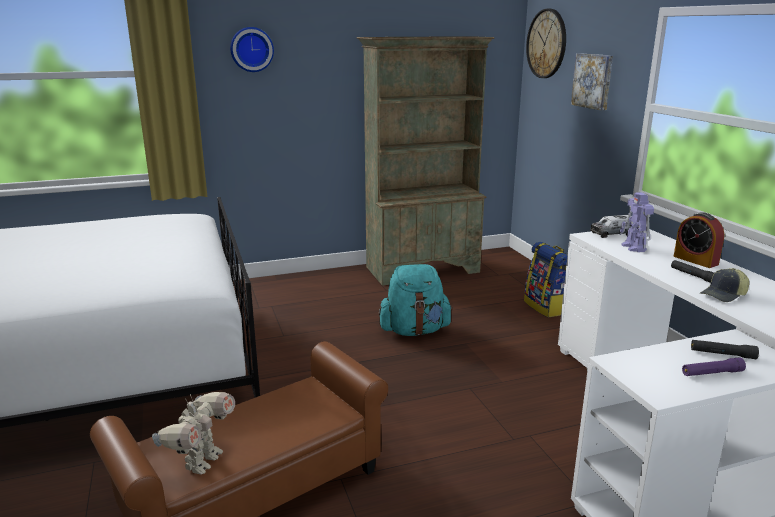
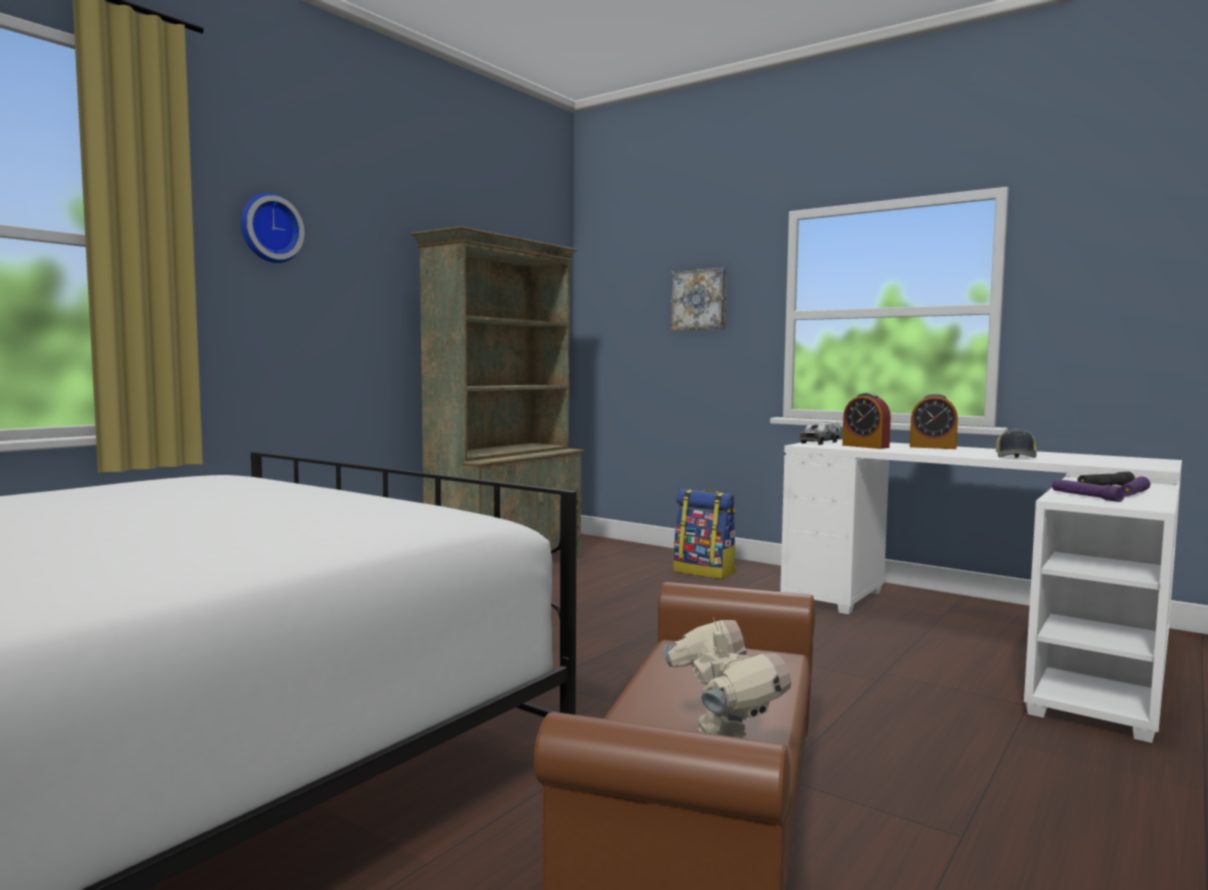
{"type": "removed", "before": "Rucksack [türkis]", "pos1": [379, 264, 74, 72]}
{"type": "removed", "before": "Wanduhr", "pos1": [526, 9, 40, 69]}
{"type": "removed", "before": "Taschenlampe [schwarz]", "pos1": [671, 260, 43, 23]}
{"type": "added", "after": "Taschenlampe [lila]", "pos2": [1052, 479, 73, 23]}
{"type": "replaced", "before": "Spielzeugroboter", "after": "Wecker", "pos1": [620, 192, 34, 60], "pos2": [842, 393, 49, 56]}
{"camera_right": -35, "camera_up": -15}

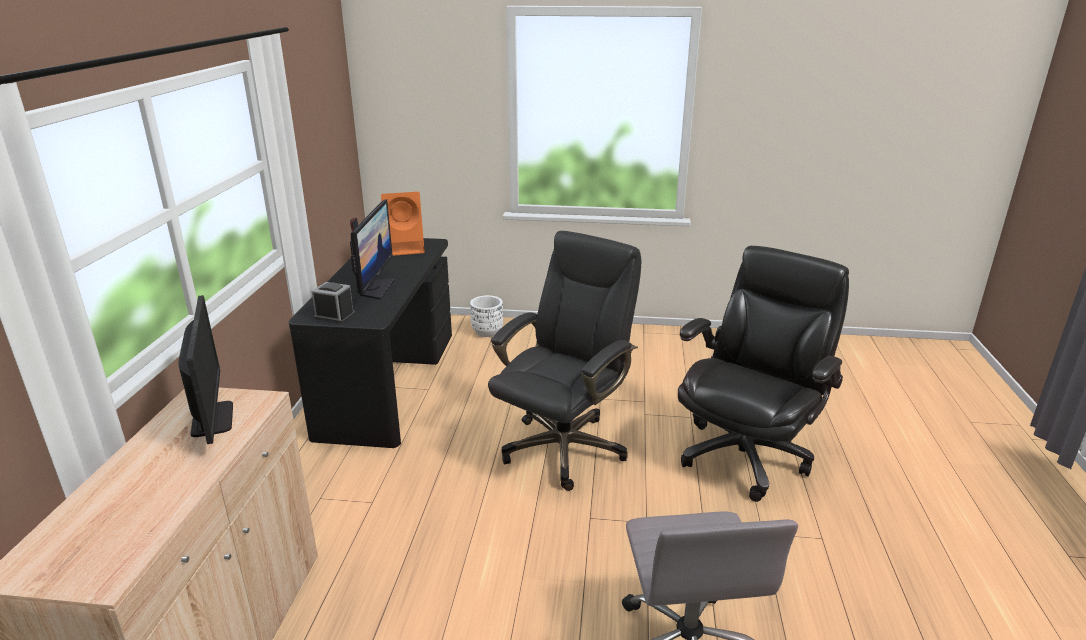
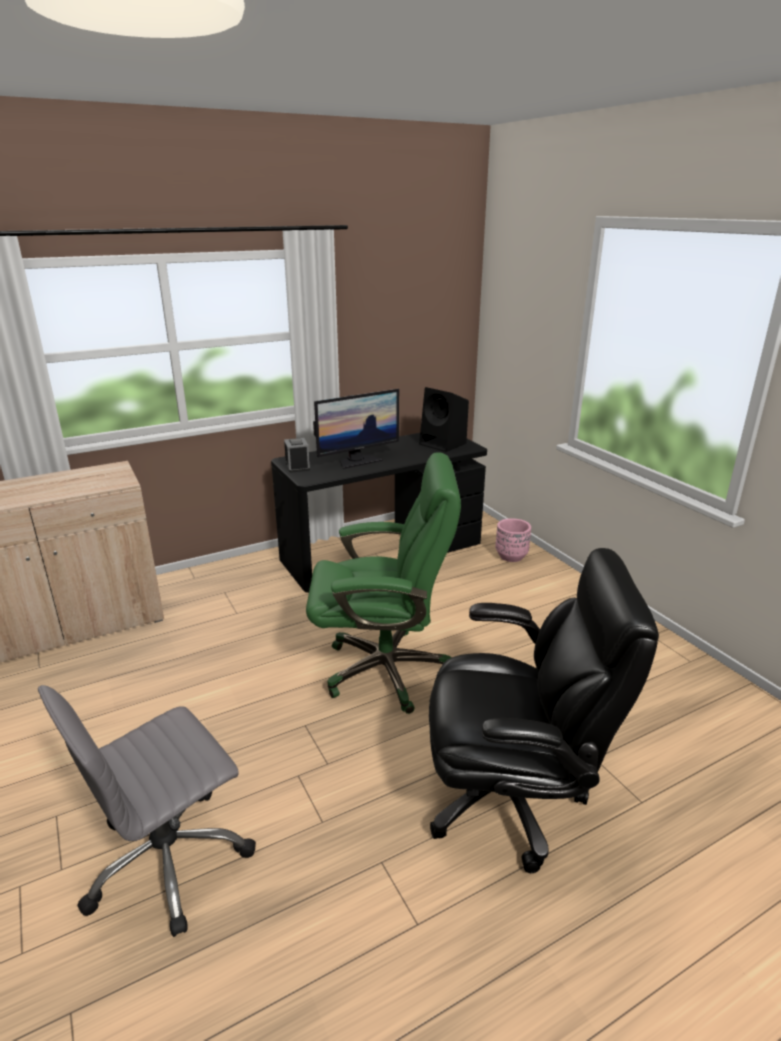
{"type": "removed", "before": "Monitor", "pos1": [178, 295, 55, 149]}
{"type": "recoloured", "before": "Lautsprecher [orange]", "after": "Lautsprecher [schwarz]", "pos1": [381, 192, 44, 64], "pos2": [419, 387, 50, 65]}
{"type": "recoloured", "before": "Pflanzkübel [weiß]", "after": "Pflanzkübel [rosa]", "pos1": [470, 295, 33, 42], "pos2": [496, 518, 35, 44]}
{"type": "recoloured", "before": "Bürostuhl [schwarz]", "after": "Bürostuhl [grün]", "pos1": [488, 231, 153, 260], "pos2": [306, 453, 155, 261]}
{"camera_right": 55, "camera_up": 0}

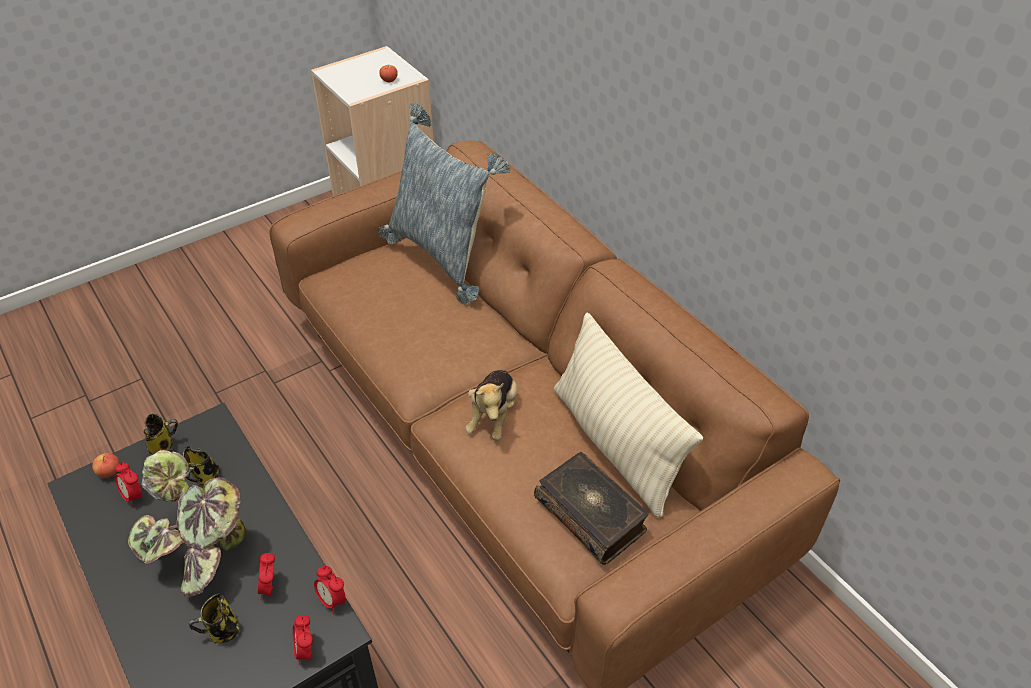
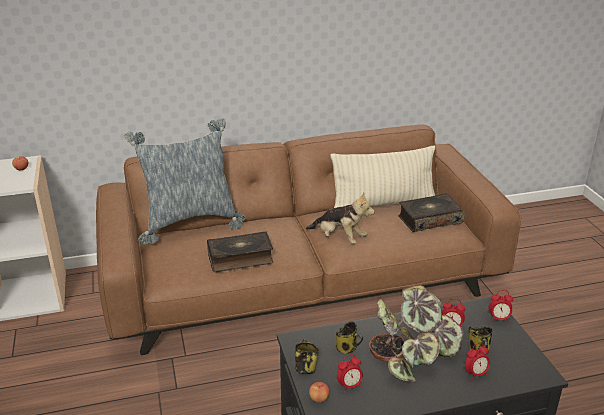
{"type": "added", "after": "Buch", "pos2": [207, 231, 66, 41]}
{"type": "moved", "before": "Wecker", "pos1": [314, 566, 32, 48], "pos2": [465, 343, 25, 37]}
{"camera_right": -70, "camera_up": -15}

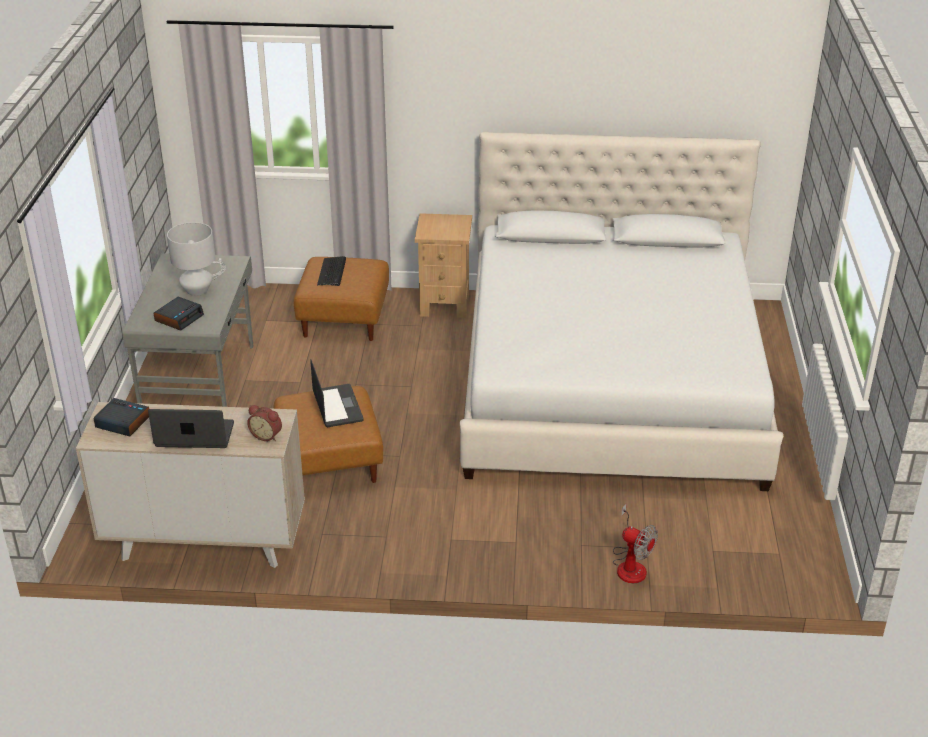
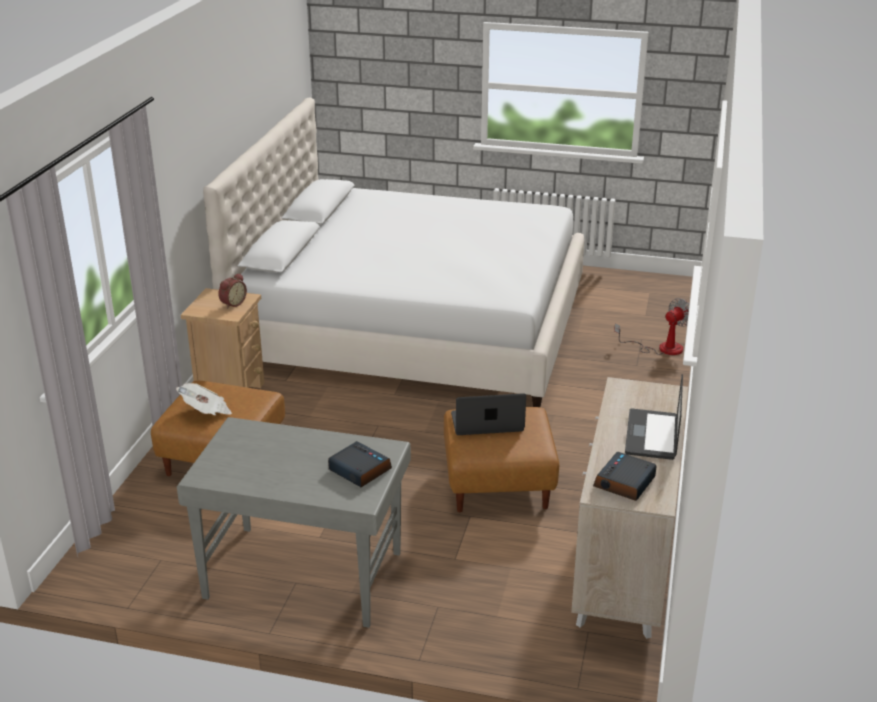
{"type": "removed", "before": "Tischlampe [weiß]", "pos1": [167, 222, 59, 74]}
{"type": "moved", "before": "Wecker", "pos1": [247, 405, 35, 36], "pos2": [218, 273, 29, 36]}
{"type": "replaced", "before": "Tastatur", "after": "Zeitung", "pos1": [317, 256, 29, 30], "pos2": [176, 383, 56, 32]}
{"camera_right": -80, "camera_up": -5}

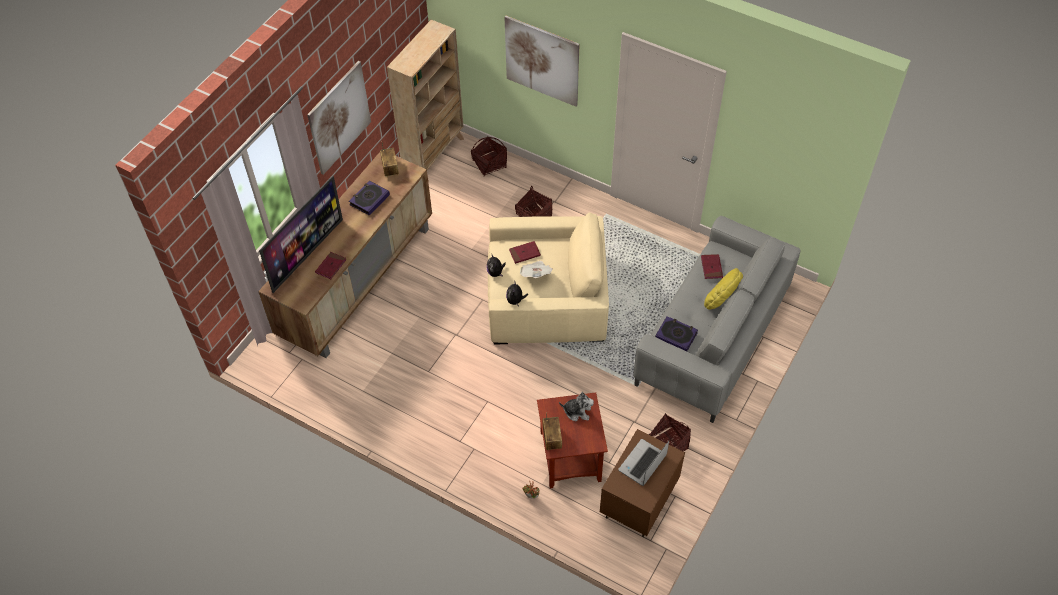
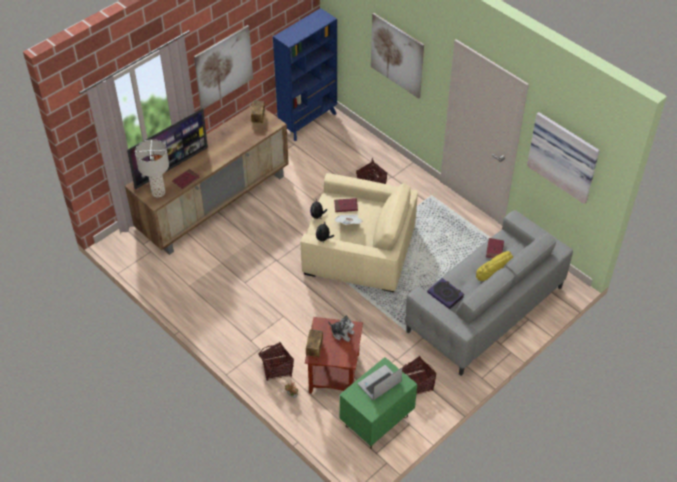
{"type": "removed", "before": "Buch", "pos1": [349, 180, 41, 36]}
{"type": "added", "after": "Tischlampe [weiß]", "pos2": [135, 139, 34, 58]}
{"type": "added", "after": "Bild", "pos2": [527, 112, 73, 92]}
{"type": "moved", "before": "Korb", "pos1": [471, 136, 36, 40], "pos2": [258, 342, 36, 39]}
{"type": "recoloured", "before": "Bücherregal [beige]", "after": "Bücherregal [blau]", "pos1": [387, 20, 77, 162], "pos2": [273, 8, 64, 133]}
{"type": "recoloured", "before": "Nachttisch [braun]", "after": "Nachttisch [grün]", "pos1": [600, 429, 85, 108], "pos2": [339, 357, 78, 92]}
{"camera_right": 15, "camera_up": -5}

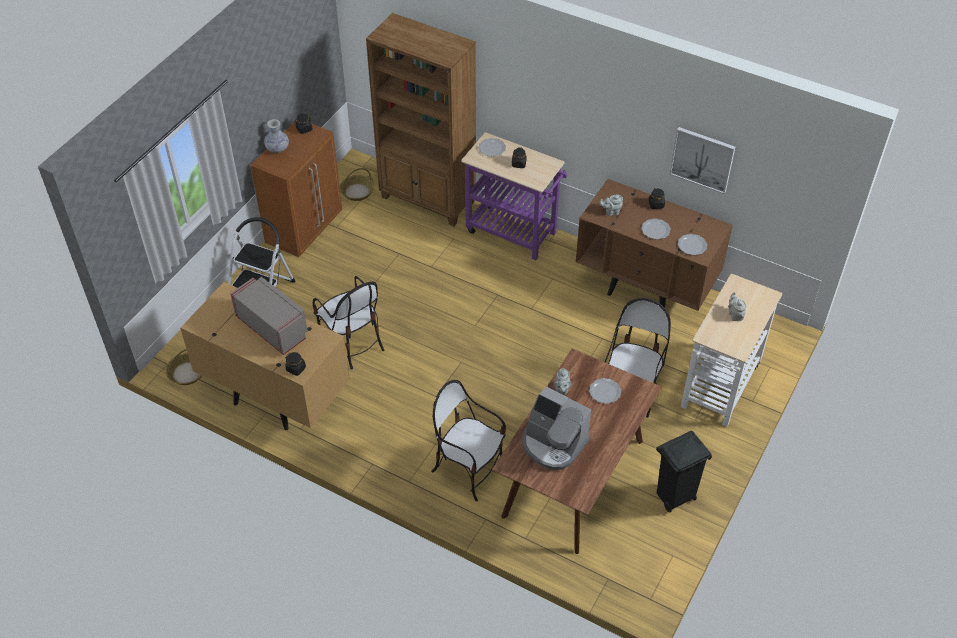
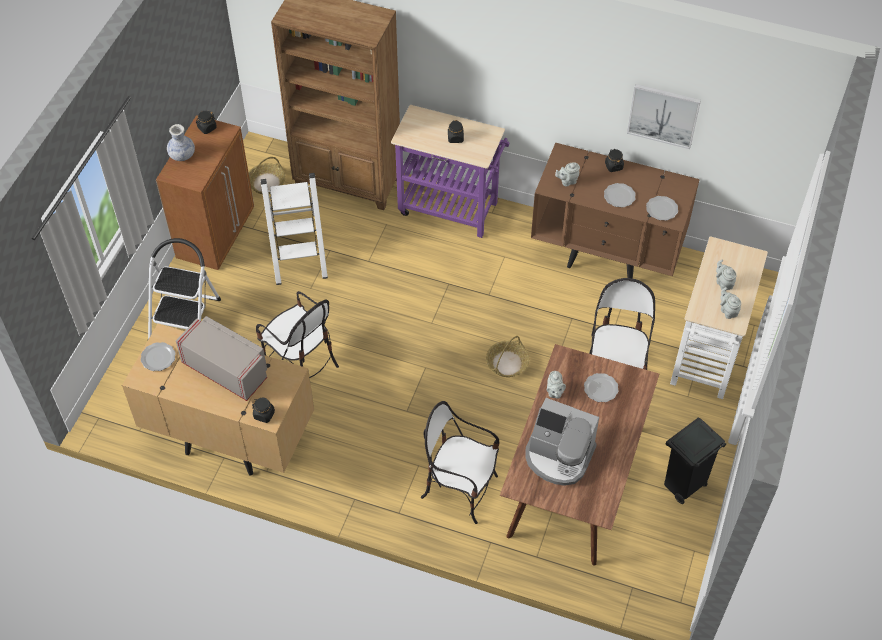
{"type": "added", "after": "Trittleiter [weiß]", "pos2": [261, 173, 67, 112]}
{"type": "added", "after": "Teekanne [grau]", "pos2": [720, 287, 21, 32]}
{"type": "moved", "before": "Korb", "pos1": [166, 349, 36, 36], "pos2": [486, 336, 43, 41]}
{"type": "moved", "before": "Teller", "pos1": [479, 138, 27, 19], "pos2": [140, 342, 36, 29]}
{"camera_right": -10, "camera_up": 5}

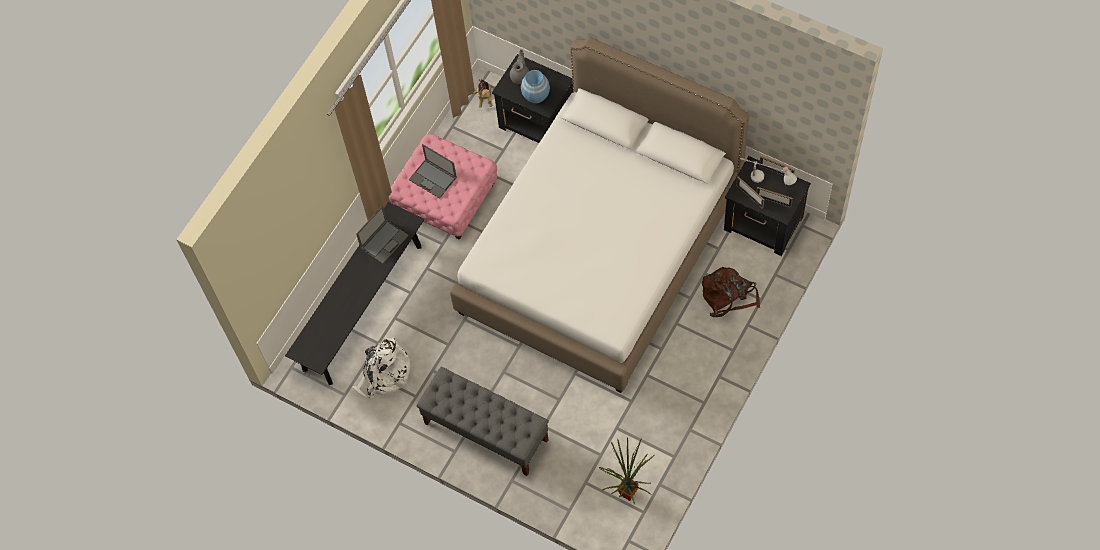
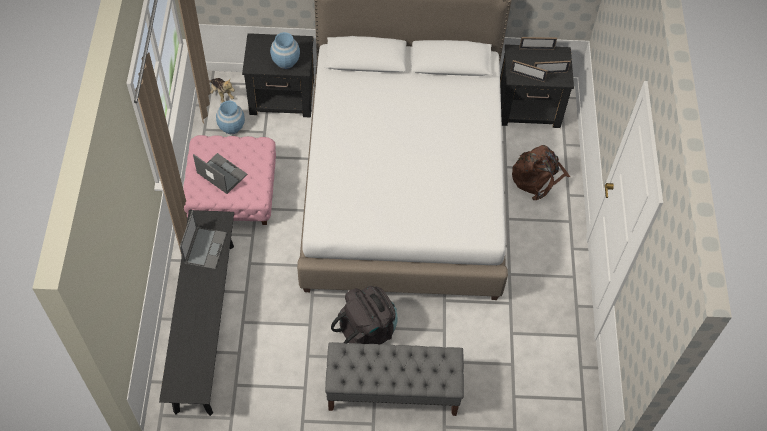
{"type": "removed", "before": "Rucksack [weiß]", "pos1": [353, 337, 57, 62]}
{"type": "removed", "before": "Teekanne [grau]", "pos1": [510, 49, 19, 35]}
{"type": "removed", "before": "Topfpflanze", "pos1": [599, 437, 56, 68]}
{"type": "removed", "before": "Tischlampe [weiß]", "pos1": [740, 158, 57, 27]}
{"type": "added", "after": "Vase [blau]", "pos2": [216, 100, 29, 34]}
{"type": "added", "after": "Rucksack [schwarz]", "pos2": [331, 286, 66, 59]}
{"type": "turned", "before": "Laptop", "pos1": [409, 144, 48, 55], "pos2": [193, 153, 55, 41], "turn": -150}
{"camera_right": -35, "camera_up": -5}

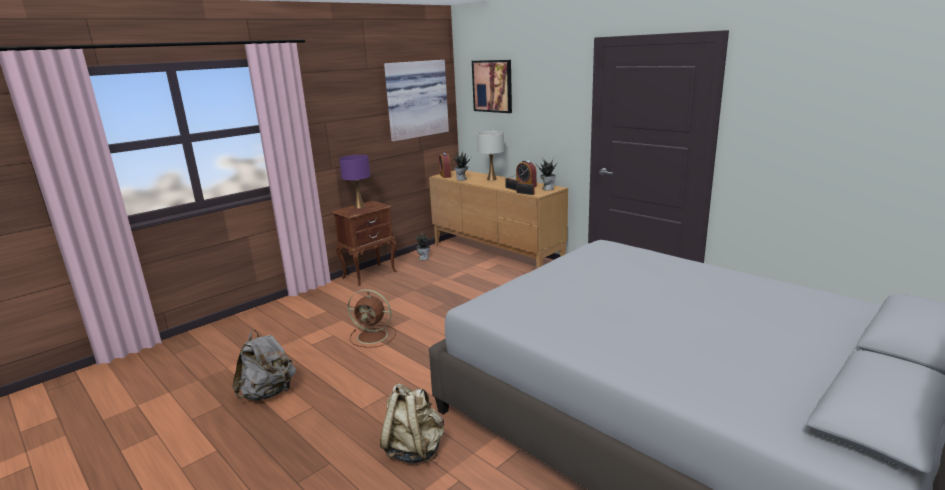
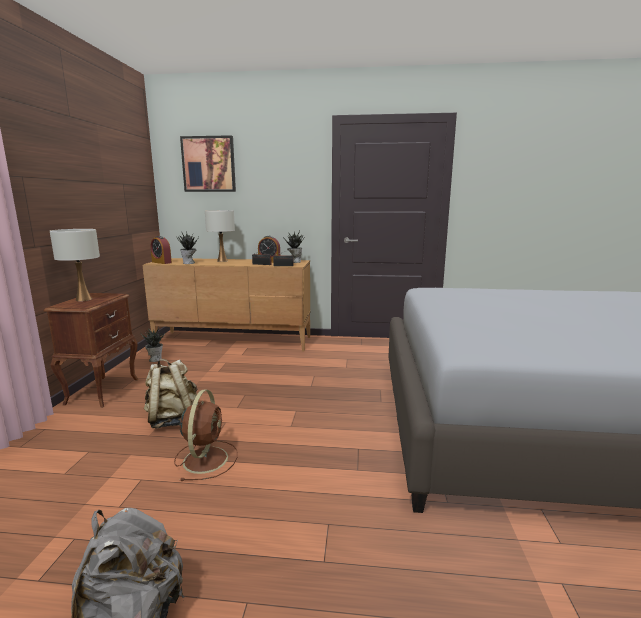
{"type": "removed", "before": "Bild", "pos1": [384, 60, 65, 82]}
{"type": "moved", "before": "Rucksack [beige]", "pos1": [380, 384, 64, 79], "pos2": [144, 359, 53, 70]}
{"type": "recoloured", "before": "Tischlampe [lila]", "after": "Tischlampe [weiß]", "pos1": [339, 155, 31, 53], "pos2": [50, 229, 50, 72]}
{"type": "turned", "before": "Ventilator [braun]", "pos1": [348, 289, 48, 59], "pos2": [174, 390, 63, 91], "turn": -60}
{"camera_right": -40, "camera_up": -5}

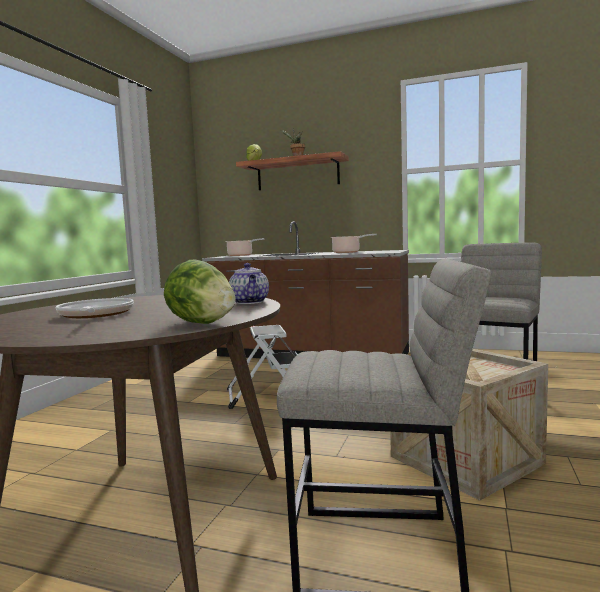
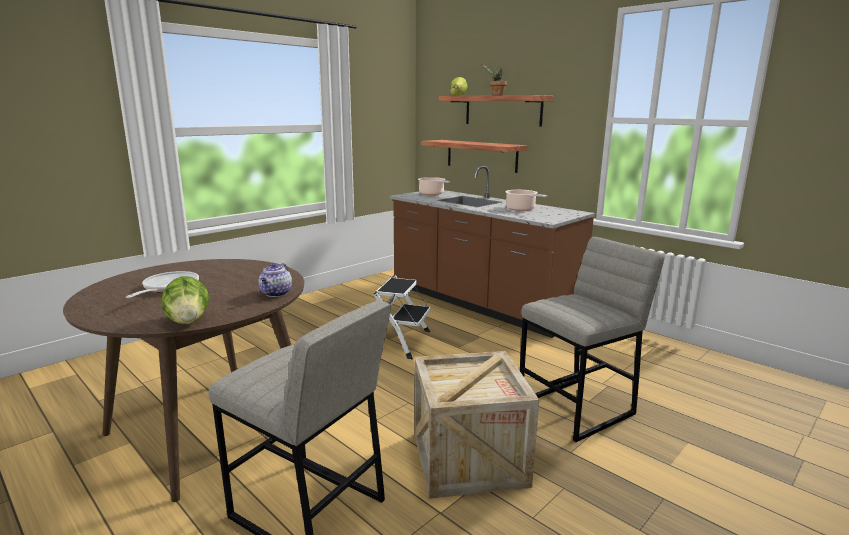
{"type": "added", "after": "Wandregal", "pos2": [421, 140, 107, 33]}
{"camera_right": 25, "camera_up": 10}

